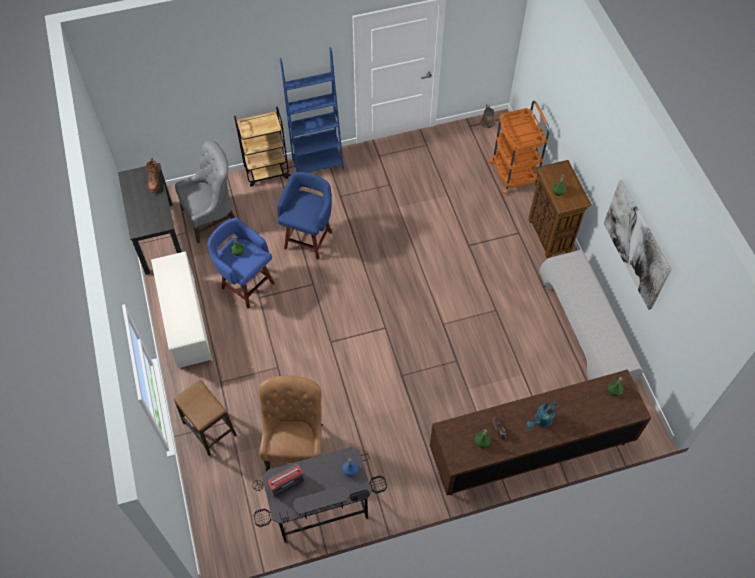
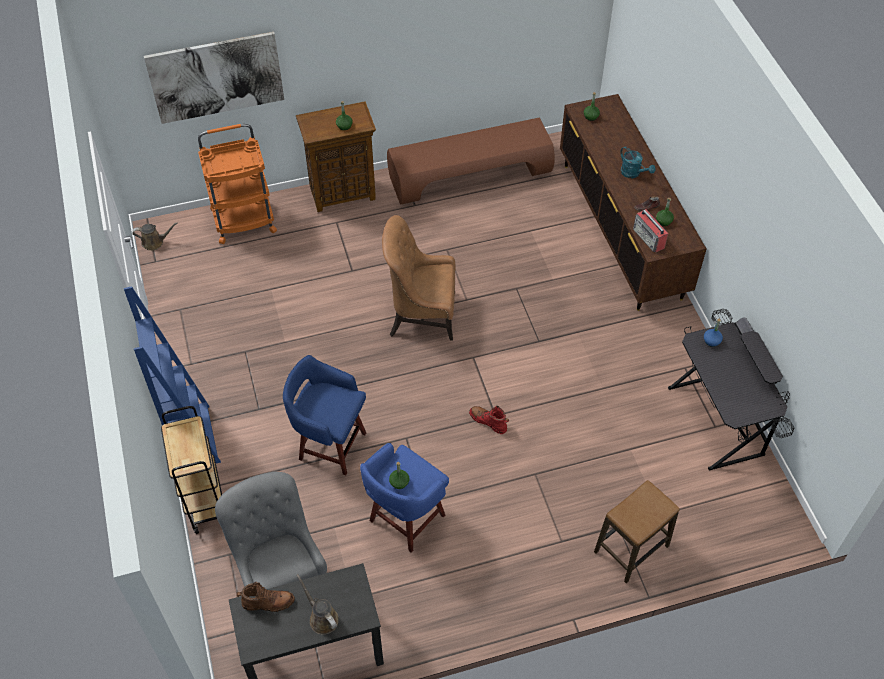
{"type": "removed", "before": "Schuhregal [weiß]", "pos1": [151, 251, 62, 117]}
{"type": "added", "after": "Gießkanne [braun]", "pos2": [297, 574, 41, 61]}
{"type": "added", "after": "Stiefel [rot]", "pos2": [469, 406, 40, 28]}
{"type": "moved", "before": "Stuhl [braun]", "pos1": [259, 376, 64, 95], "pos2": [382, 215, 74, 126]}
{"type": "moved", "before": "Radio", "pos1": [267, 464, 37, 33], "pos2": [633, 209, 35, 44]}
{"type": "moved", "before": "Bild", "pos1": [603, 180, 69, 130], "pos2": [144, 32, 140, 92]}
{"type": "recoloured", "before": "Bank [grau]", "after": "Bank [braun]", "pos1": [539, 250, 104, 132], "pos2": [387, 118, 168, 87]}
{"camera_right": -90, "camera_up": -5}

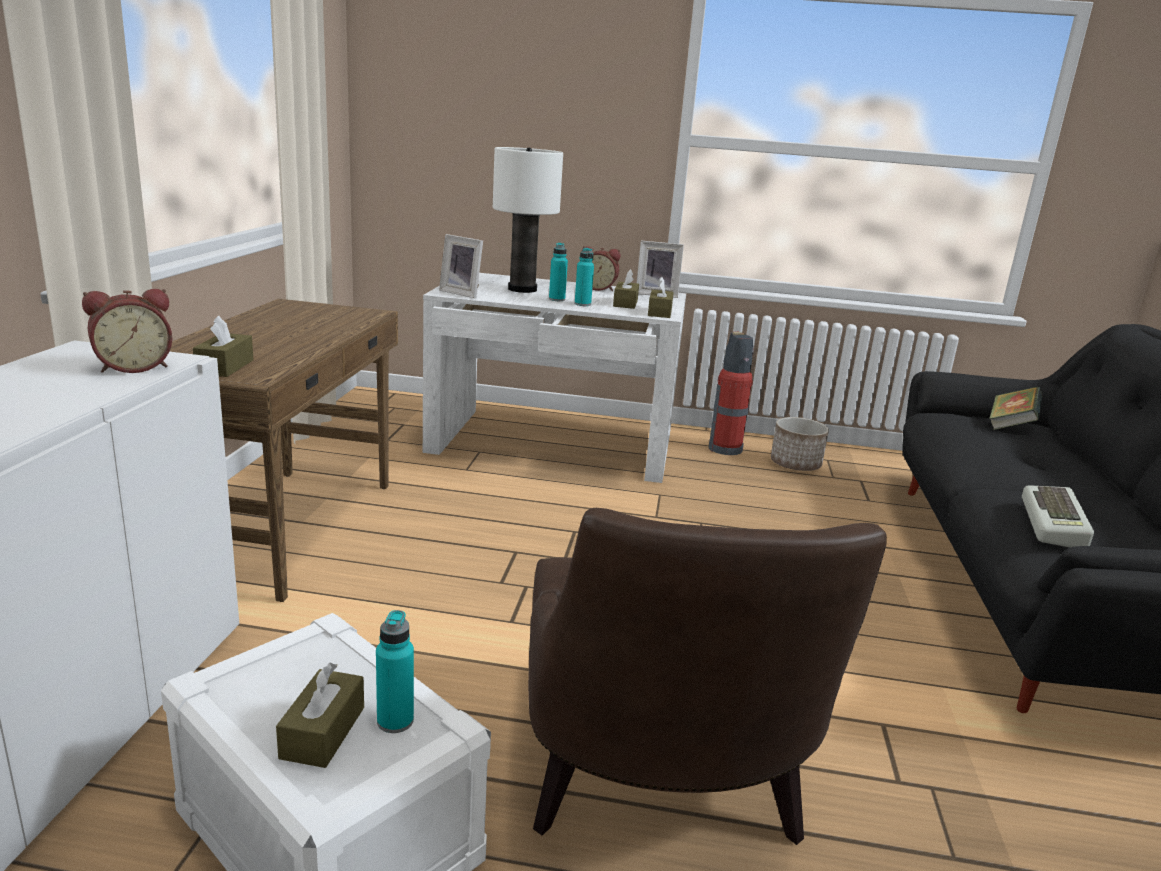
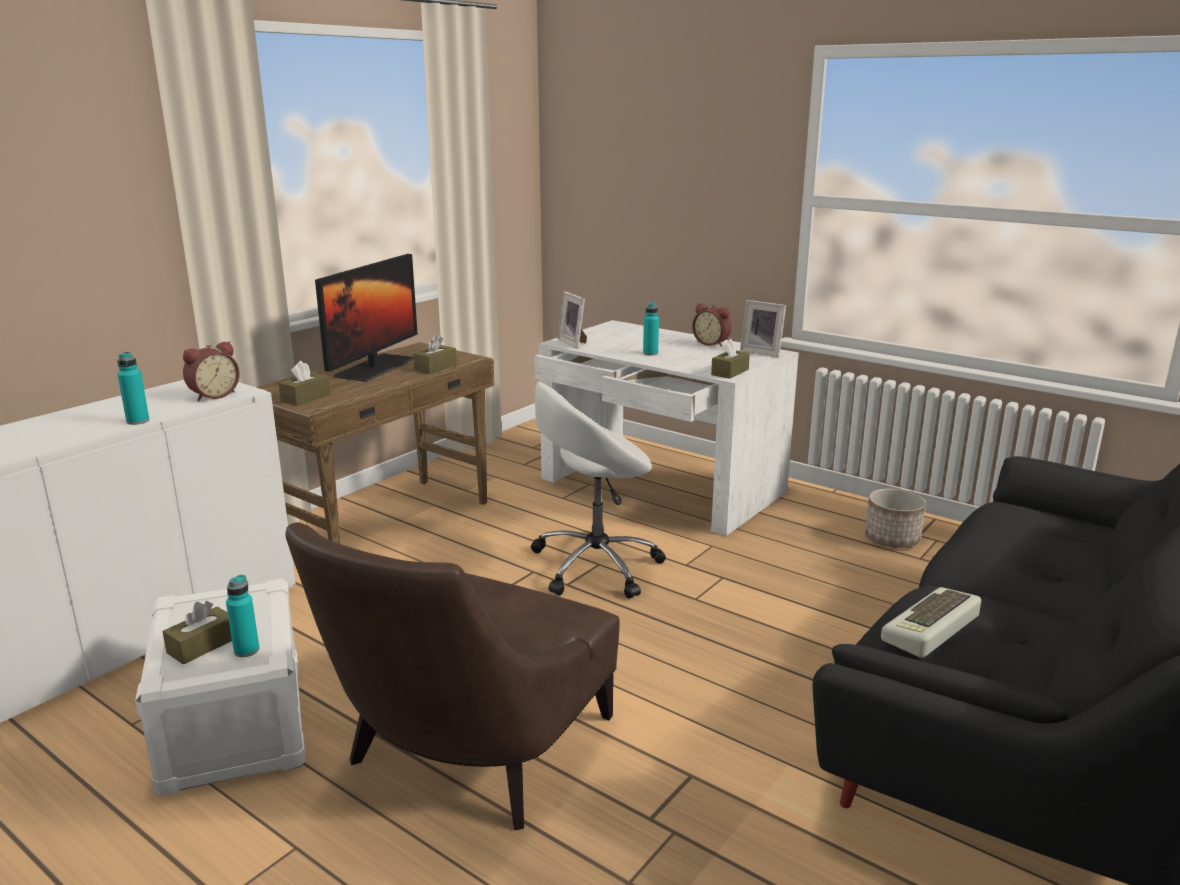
{"type": "removed", "before": "Tischlampe [weiß]", "pos1": [493, 147, 70, 146]}
{"type": "removed", "before": "Feuerlöscher", "pos1": [709, 332, 45, 123]}
{"type": "removed", "before": "Buch", "pos1": [989, 387, 54, 43]}
{"type": "added", "after": "Monitor", "pos2": [315, 254, 103, 128]}
{"type": "added", "after": "Bürostuhl [weiß]", "pos2": [531, 382, 135, 217]}
{"type": "moved", "before": "Flasche [türkis]", "pos1": [575, 248, 19, 58], "pos2": [117, 352, 33, 73]}
{"type": "moved", "before": "Taschentuchbox [braun]", "pos1": [613, 269, 26, 40], "pos2": [413, 335, 44, 39]}
{"type": "turned", "before": "Wecker", "pos1": [82, 289, 90, 84], "pos2": [183, 341, 57, 60], "turn": -45}
{"camera_right": 30, "camera_up": 0}

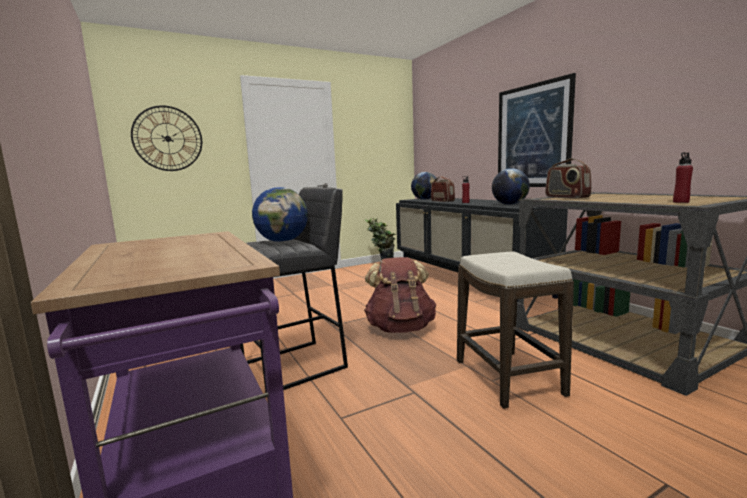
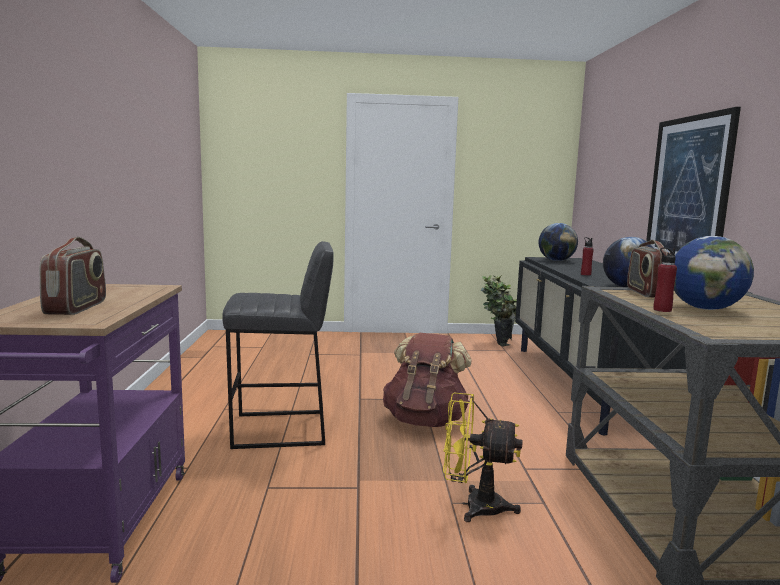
{"type": "removed", "before": "Wanduhr", "pos1": [131, 105, 71, 66]}
{"type": "moved", "before": "Globus", "pos1": [252, 187, 56, 55], "pos2": [674, 236, 80, 74]}
{"type": "moved", "before": "Radio", "pos1": [431, 176, 24, 26], "pos2": [39, 237, 67, 78]}
{"type": "moved", "before": "Flasche [rot]", "pos1": [673, 152, 20, 51], "pos2": [653, 247, 24, 65]}
{"type": "replaced", "before": "Hocker", "after": "Ventilator [gelb]", "pos1": [457, 252, 117, 157], "pos2": [443, 393, 79, 129]}
{"camera_right": 25, "camera_up": 0}

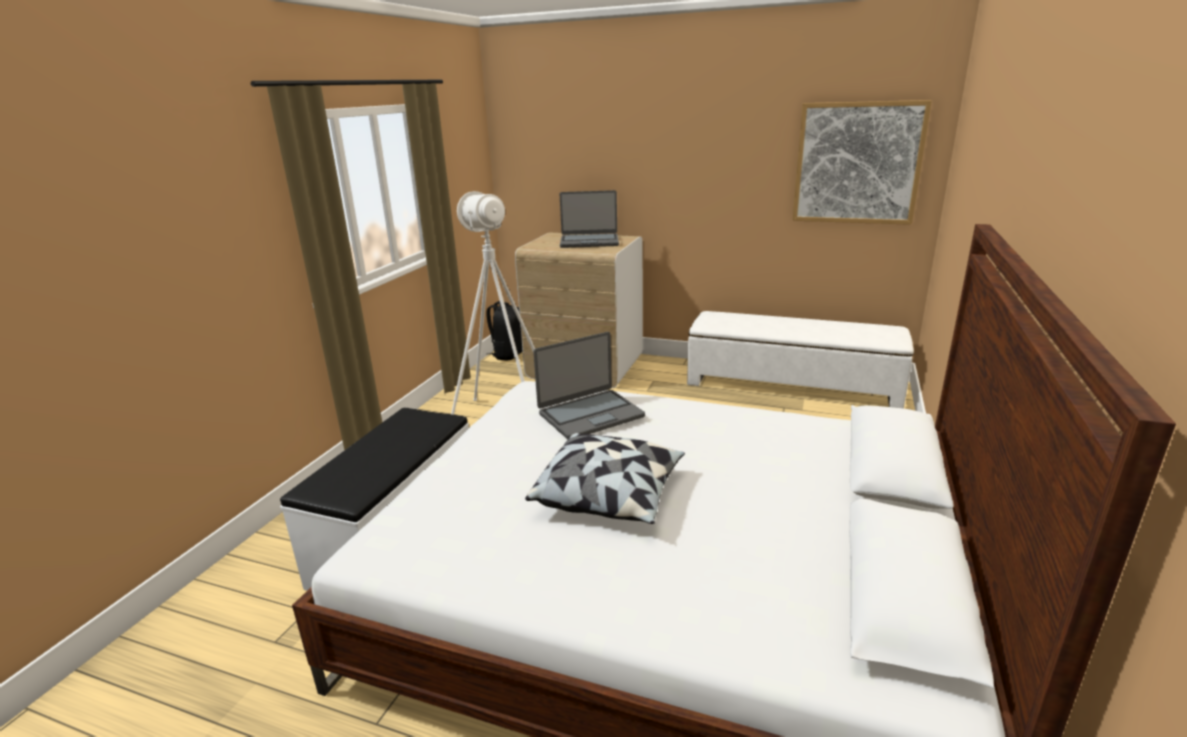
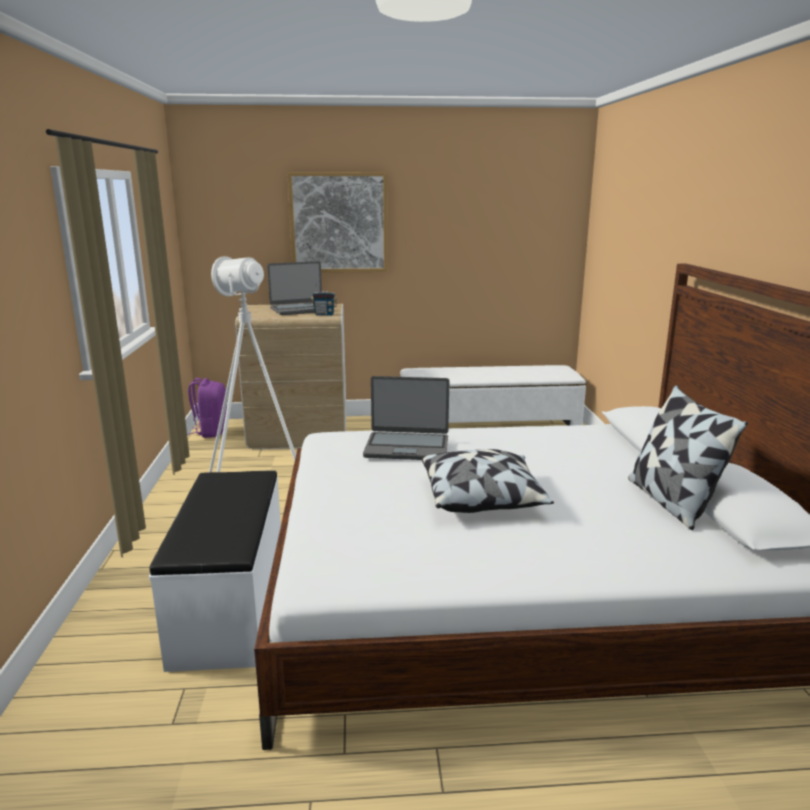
{"type": "added", "after": "Radio", "pos2": [311, 281, 26, 35]}
{"type": "added", "after": "Kissen", "pos2": [628, 385, 120, 145]}
{"type": "moved", "before": "Bild", "pos1": [792, 100, 140, 125], "pos2": [287, 172, 101, 101]}
{"type": "recoloured", "before": "Rucksack [schwarz]", "after": "Rucksack [lila]", "pos1": [486, 301, 36, 60], "pos2": [188, 378, 39, 60]}
{"type": "turned", "before": "Laptop", "pos1": [533, 332, 112, 107], "pos2": [363, 376, 86, 84], "turn": 60}
{"camera_right": -25, "camera_up": -5}

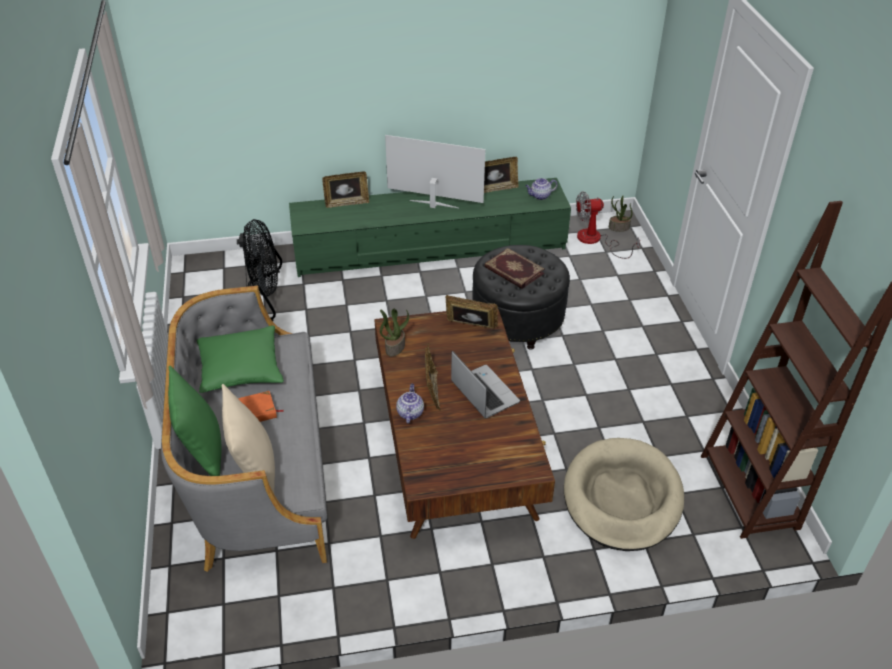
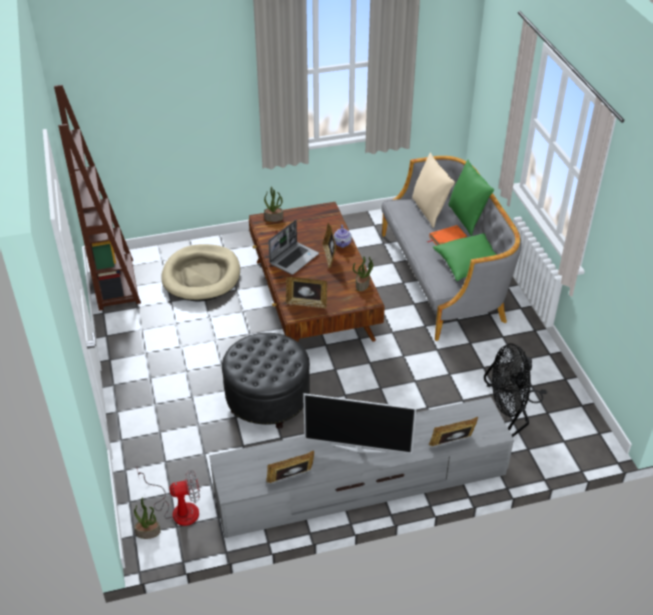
{"type": "removed", "before": "Buch", "pos1": [484, 248, 61, 41]}
{"type": "removed", "before": "Teekanne", "pos1": [525, 178, 32, 22]}
{"type": "added", "after": "Topfpflanze", "pos2": [264, 186, 19, 36]}
{"type": "recoloured", "before": "Fernsehschrank [grün]", "after": "Fernsehschrank [grau]", "pos1": [289, 178, 282, 99], "pos2": [209, 397, 305, 141]}
{"type": "turned", "before": "Laptop", "pos1": [451, 351, 69, 67], "pos2": [268, 220, 51, 55], "turn": -105}
{"camera_right": 175, "camera_up": 0}

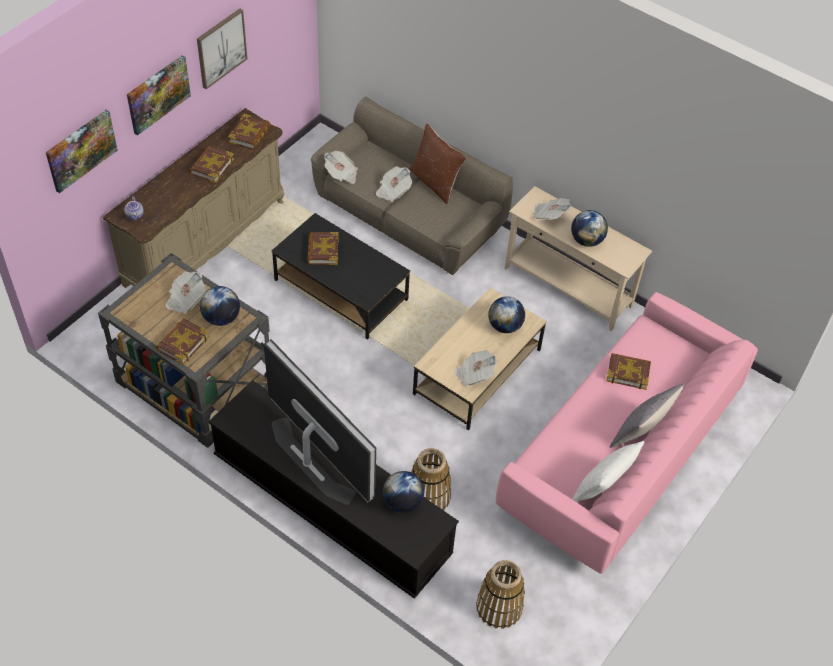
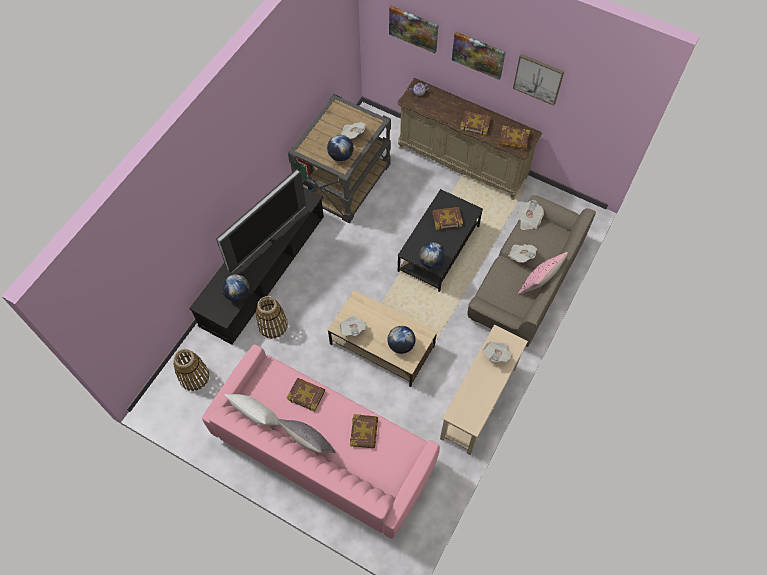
{"type": "moved", "before": "Buch", "pos1": [156, 318, 54, 47], "pos2": [287, 378, 38, 34]}
{"type": "moved", "before": "Globus", "pos1": [571, 210, 37, 37], "pos2": [419, 242, 27, 27]}
{"type": "recoloured", "before": "Kissen [braun]", "after": "Kissen [rosa]", "pos1": [409, 124, 57, 80], "pos2": [518, 252, 50, 43]}
{"camera_right": 85, "camera_up": 10}

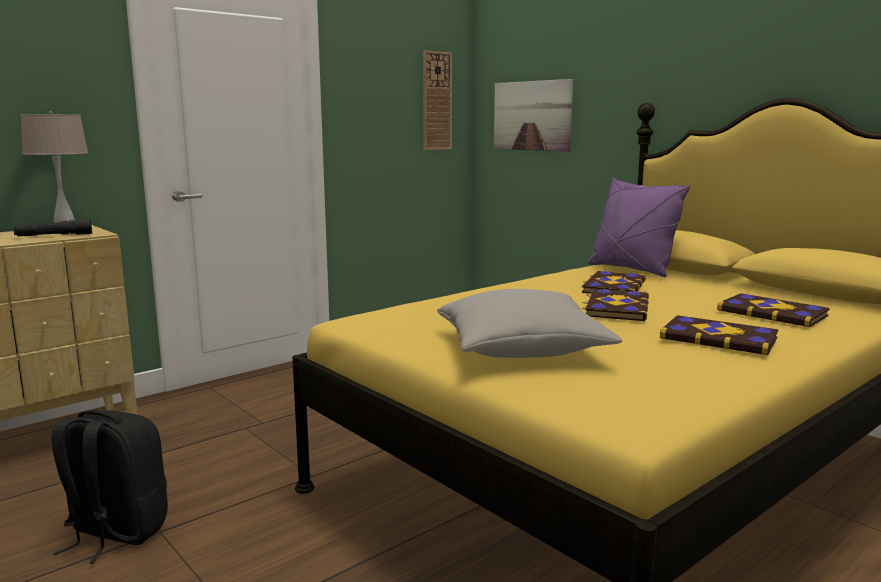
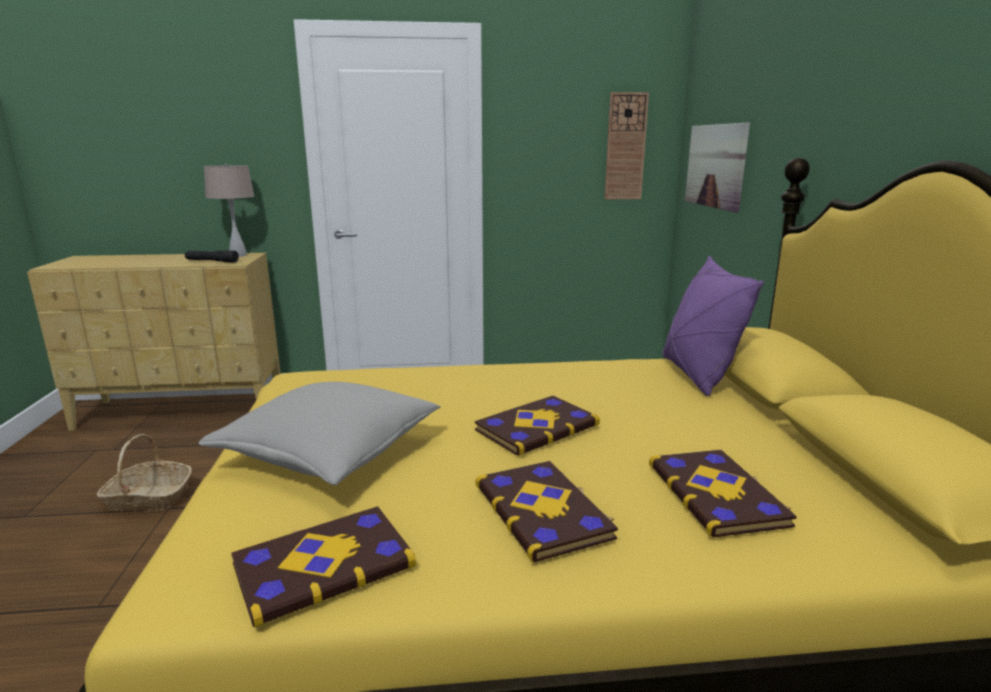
{"type": "moved", "before": "Buch", "pos1": [581, 271, 65, 23], "pos2": [231, 506, 185, 121]}
{"type": "replaced", "before": "Rucksack [schwarz]", "after": "Korb", "pos1": [51, 410, 117, 154], "pos2": [97, 434, 95, 77]}
{"camera_right": 35, "camera_up": 5}

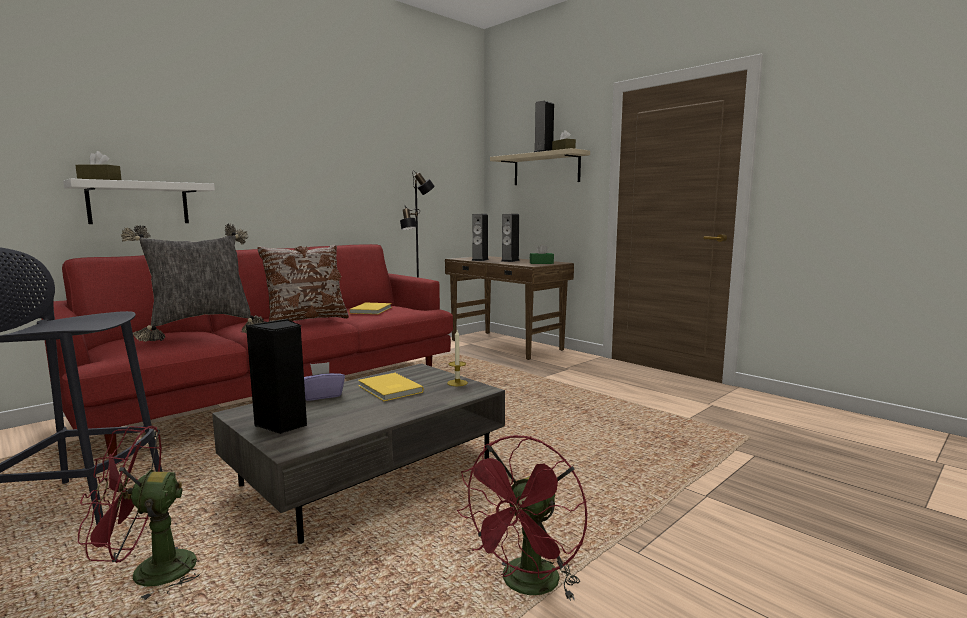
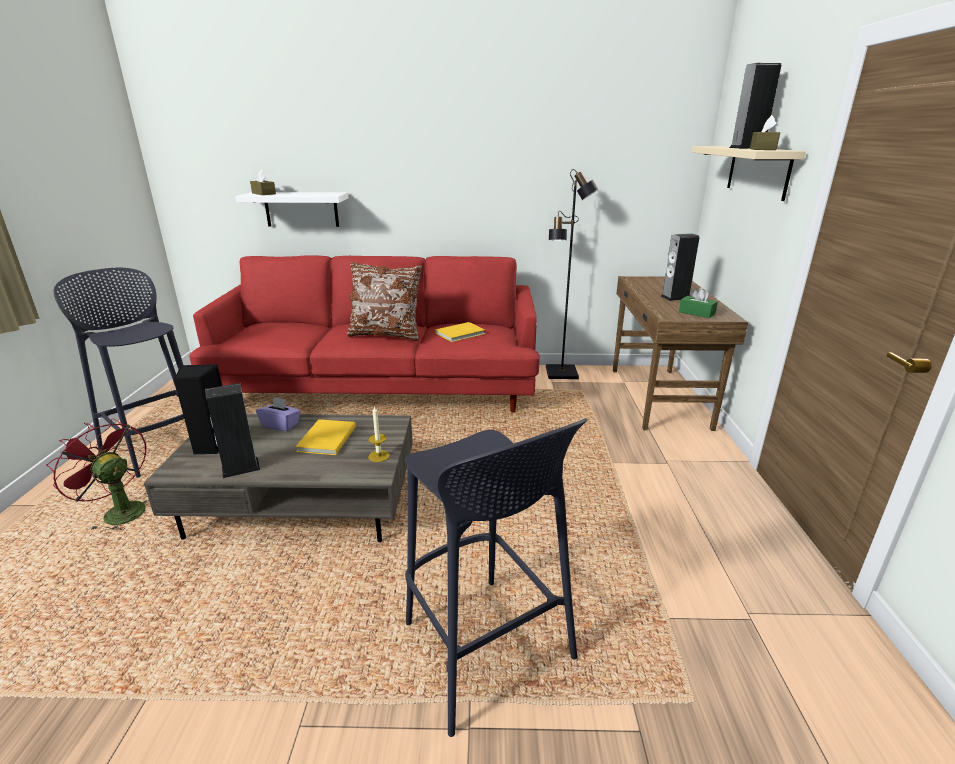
{"type": "removed", "before": "Kissen", "pos1": [121, 223, 144, 119]}
{"type": "removed", "before": "Ventilator [rot]", "pos1": [457, 435, 130, 166]}
{"type": "added", "after": "Hocker [grau]", "pos2": [405, 418, 183, 319]}
{"type": "moved", "before": "Lautsprecher", "pos1": [472, 214, 17, 47], "pos2": [206, 383, 54, 95]}
{"camera_right": 45, "camera_up": 15}

